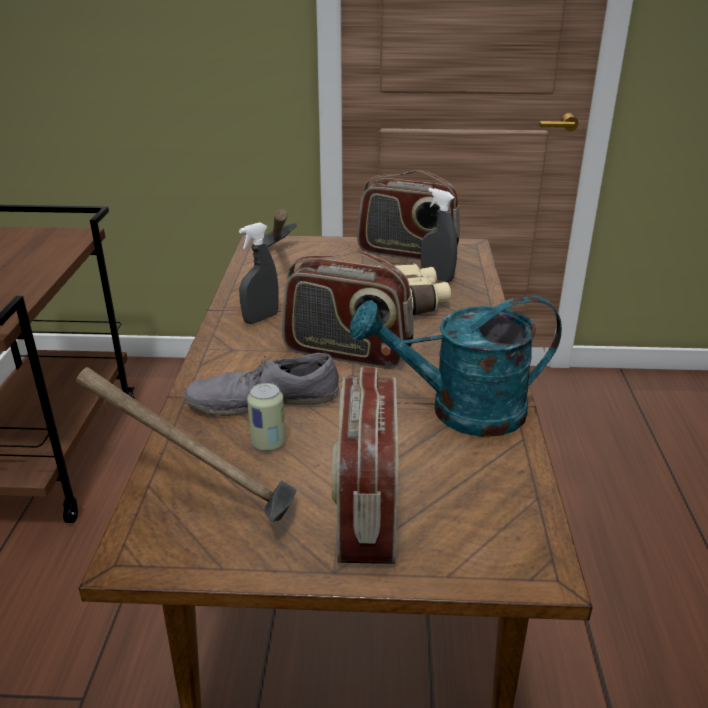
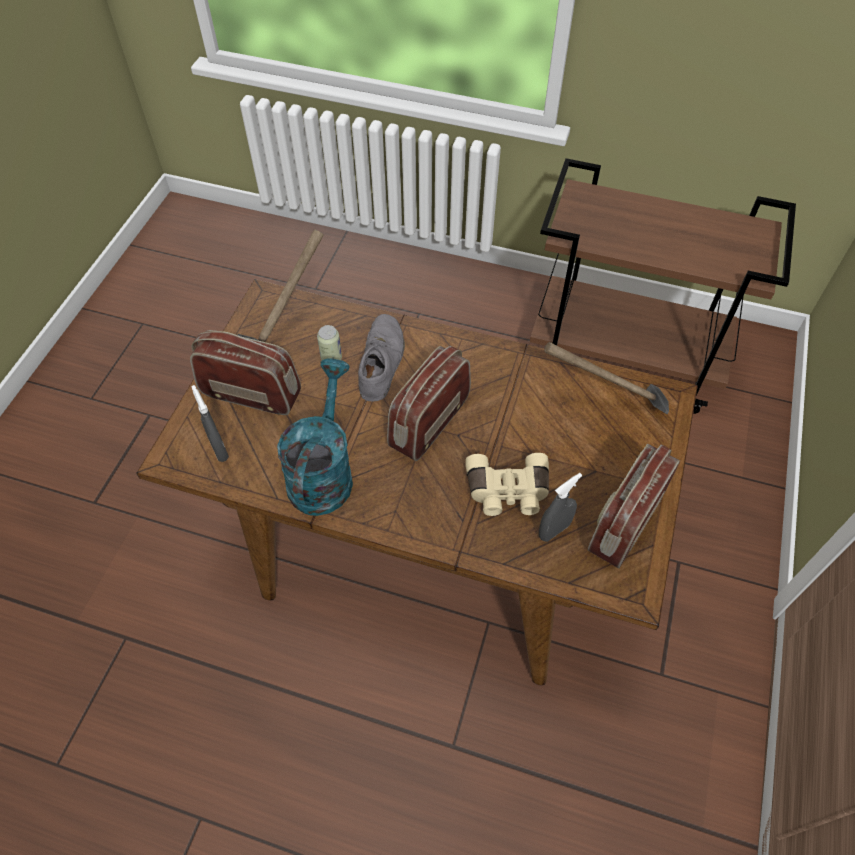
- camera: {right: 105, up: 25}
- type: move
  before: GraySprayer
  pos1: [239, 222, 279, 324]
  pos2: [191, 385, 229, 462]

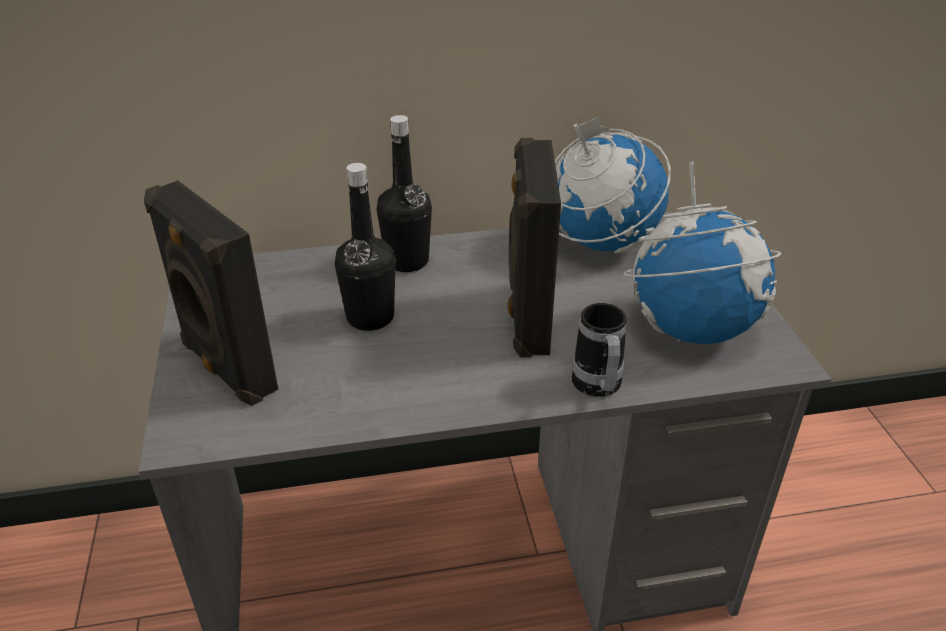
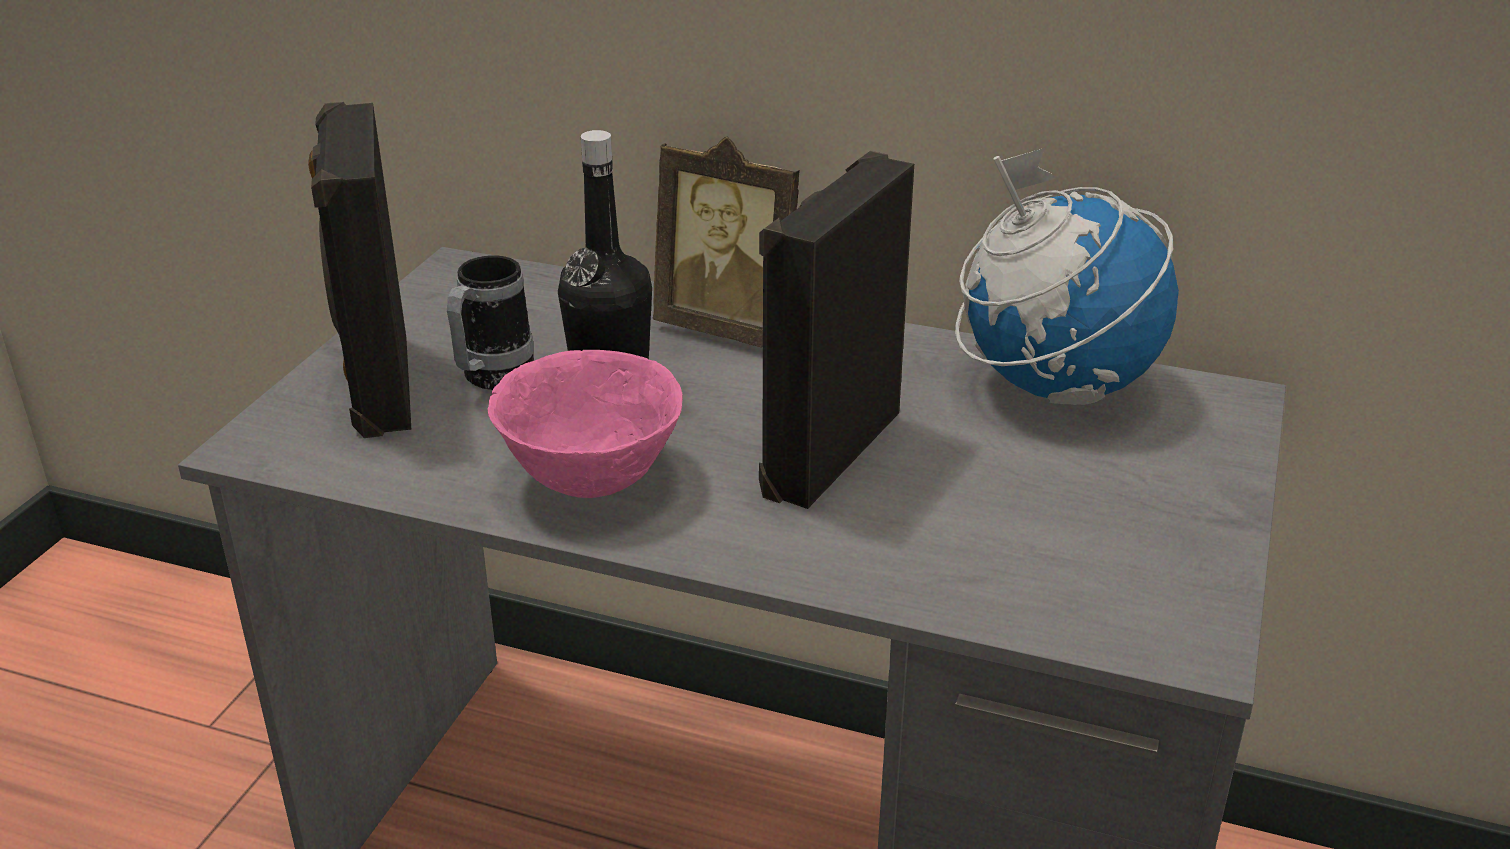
- camera: {right: 30, up: -5}
- type: move
  before: Mug
  pos1: [572, 303, 627, 397]
  pos2: [447, 255, 534, 390]
- type: insert
  after: PinkishBowl
  pos2: [488, 350, 683, 498]
- type: replace
  before: BlackColouredBottle
  after: StandingFrame
  pos1: [377, 115, 432, 272]
  pos2: [653, 136, 800, 348]
- type: delete
  before: Globe
  pos1: [623, 161, 781, 344]

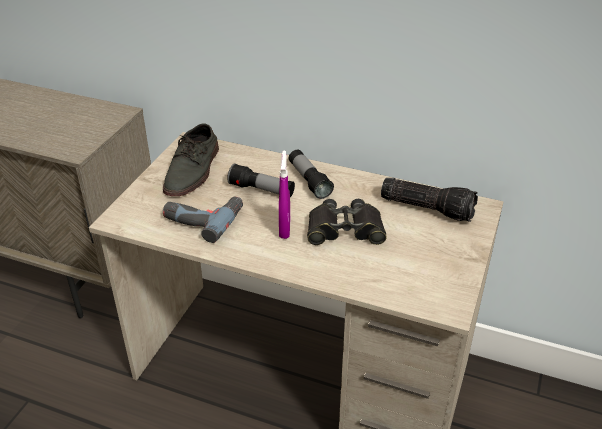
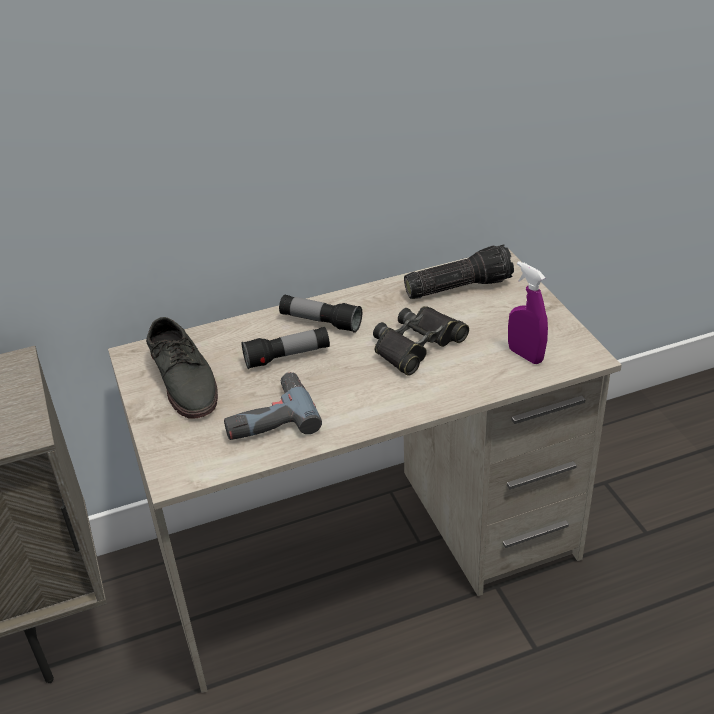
- camera: {right: -40, up: 0}
- type: move
  before: PurplishSprayer
  pos1: [279, 150, 290, 239]
  pos2: [508, 261, 548, 364]

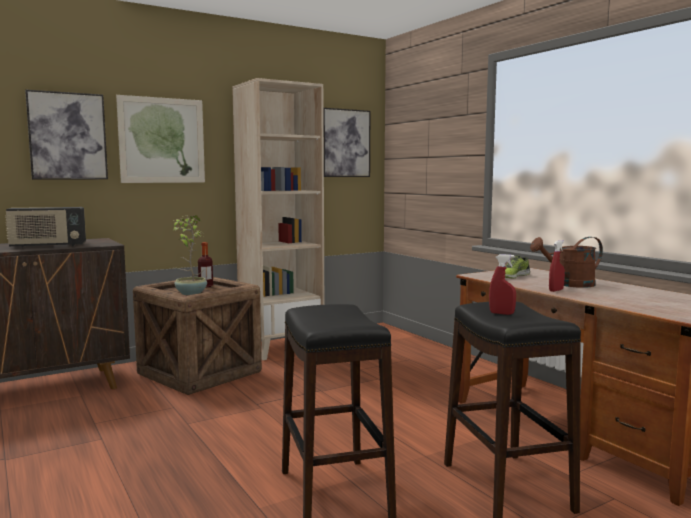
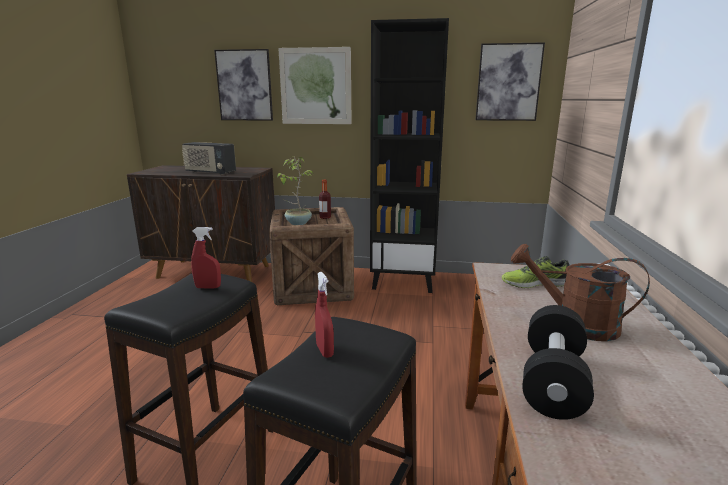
- camera: {right: 40, up: 10}
- type: move
  before: RedColouredSprayer
  pos1: [549, 240, 565, 292]
  pos2: [191, 227, 221, 288]
- type: recolor
  before: BeigeShelvingUnit
  after: BlackColouredShelvingUnit
  pos1: [232, 78, 324, 360]
  pos2: [370, 18, 449, 293]
- type: insert
  after: BlackColouredDumbbell
  pos2: [522, 305, 594, 420]

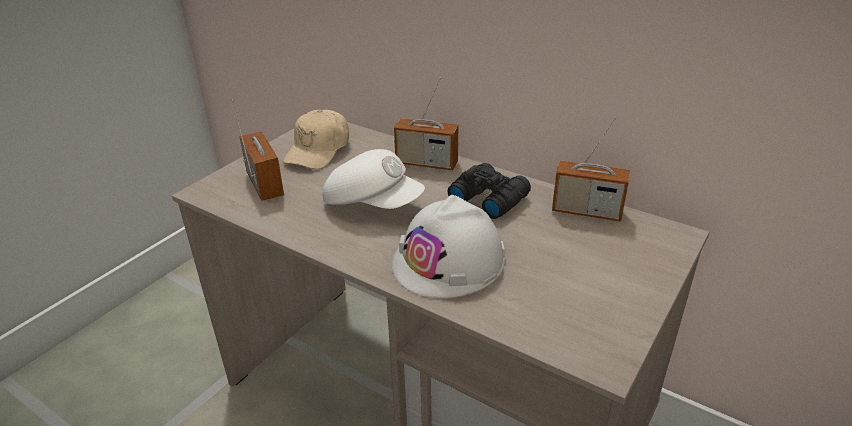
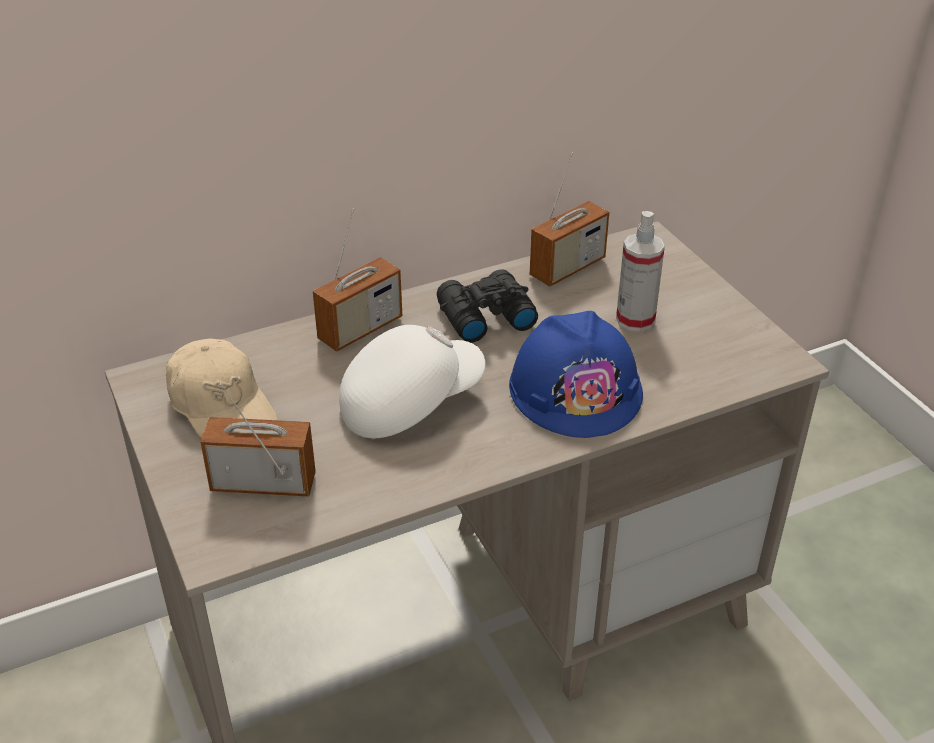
- camera: {right: -60, up: 5}
- type: recolor
  before: WhitishWorkHelmet
  after: BlueWorkHelmet
  pos1: [392, 195, 505, 298]
  pos2: [509, 311, 643, 438]
- type: insert
  after: Sprayer
  pos2: [616, 211, 665, 332]

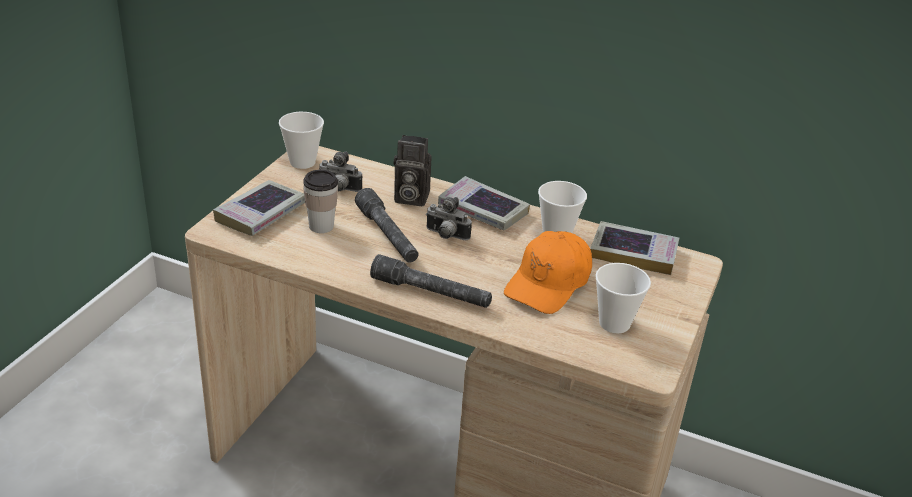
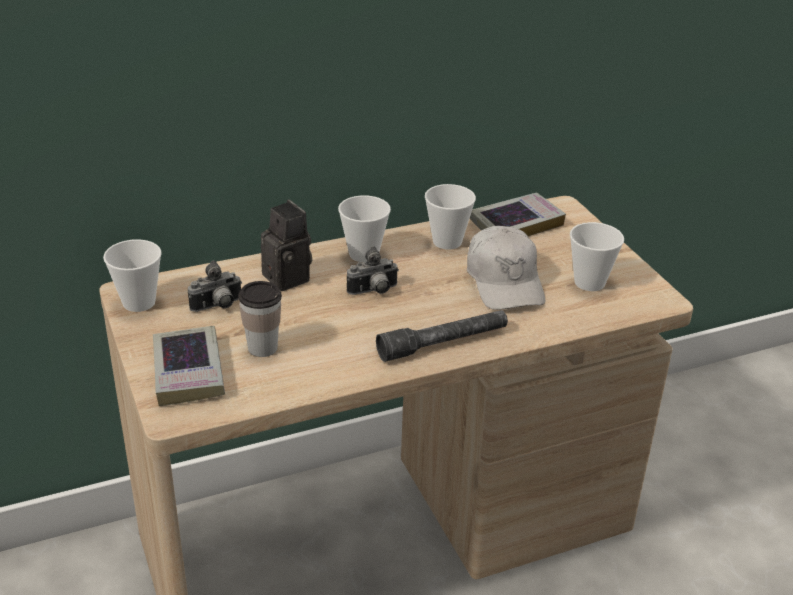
- camera: {right: -45, up: 0}
- type: rotate
  before: PhotoCamera
  pos1: [394, 135, 432, 207]
  pos2: [261, 199, 312, 291]
  turn: -90
- type: replace
  before: Book
  after: SmallCup
  pos1: [438, 176, 530, 231]
  pos2: [338, 195, 391, 262]
- type: recolor
  before: OrangePeakedCap
  after: WhitishPeakedCap
  pos1: [504, 231, 592, 314]
  pos2: [467, 226, 545, 310]
- type: delete
  before: GrayFlashlight
  pos1: [355, 188, 419, 263]

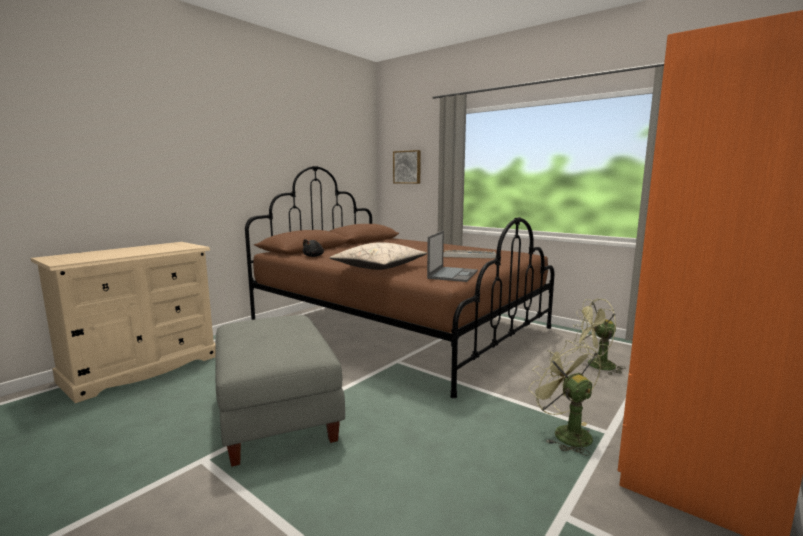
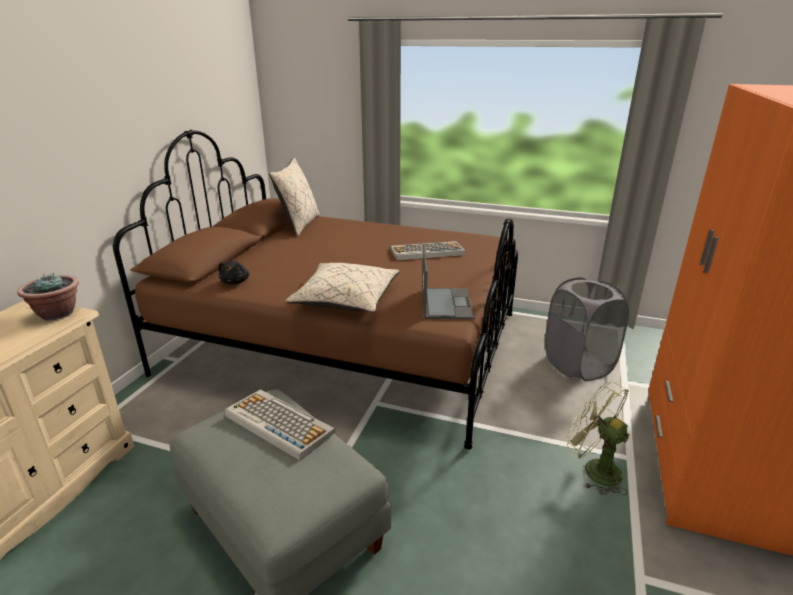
- camera: {right: -20, up: 15}
- type: insert
  after: PlantInAPot
  pos2: [17, 273, 79, 321]
- type: insert
  after: Keyboard
  pos2: [225, 389, 335, 461]
- type: insert
  after: BeigeThrowPillow
  pos2: [269, 157, 320, 236]
- type: replace
  before: GreenColouredElectricFan
  after: GrayHamper
  pos1: [573, 299, 626, 375]
  pos2: [545, 277, 629, 381]
- type: delete
  before: Picture
  pos1: [393, 150, 421, 184]

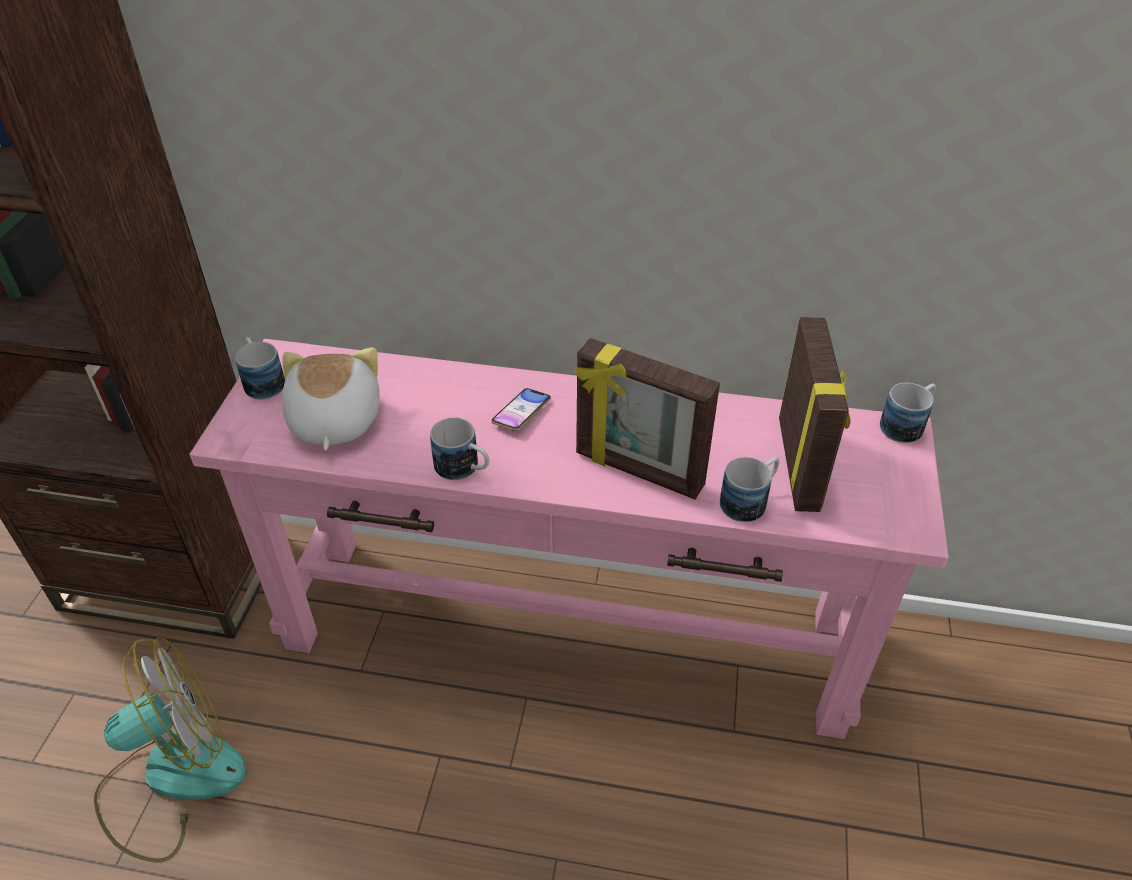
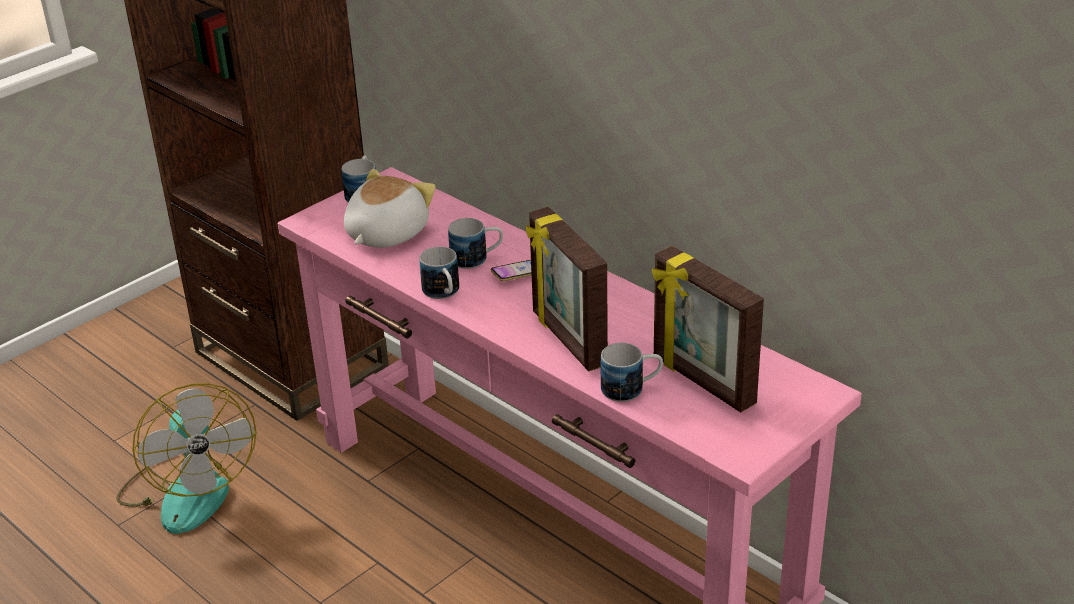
- camera: {right: 35, up: -10}
- type: rotate
  before: ElectricFan
  pos1: [94, 637, 247, 863]
  pos2: [116, 383, 256, 534]
  turn: 60
- type: move
  before: Mug
  pos1: [880, 383, 936, 443]
  pos2: [448, 218, 503, 269]
- type: rotate
  before: StandingFrame
  pos1: [779, 317, 851, 512]
  pos2: [652, 246, 764, 412]
  turn: 105

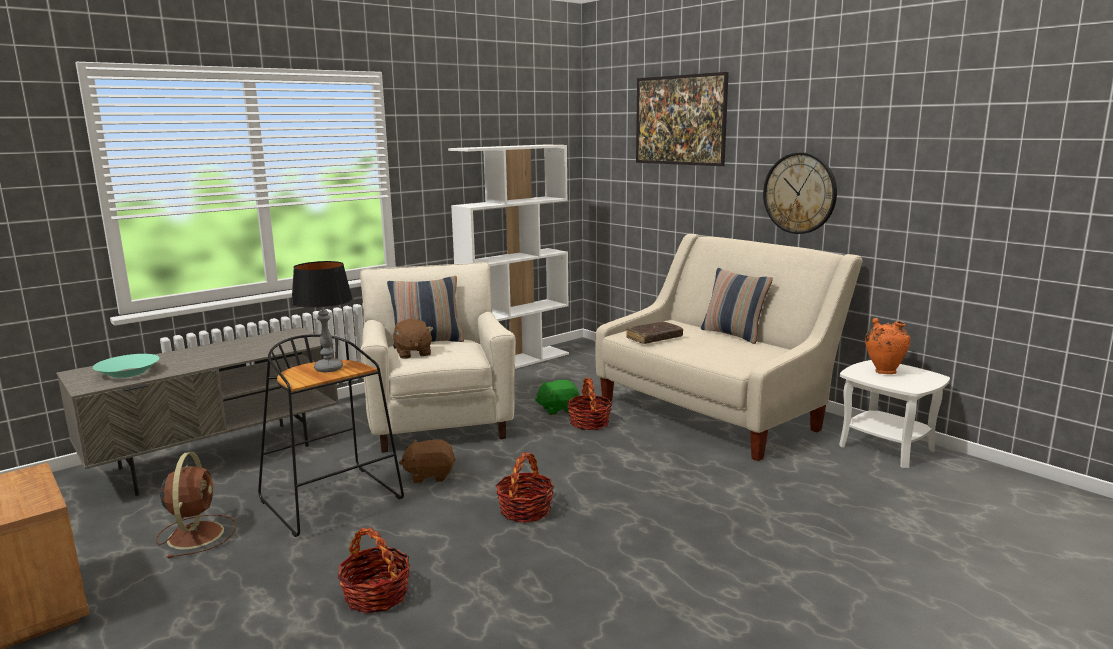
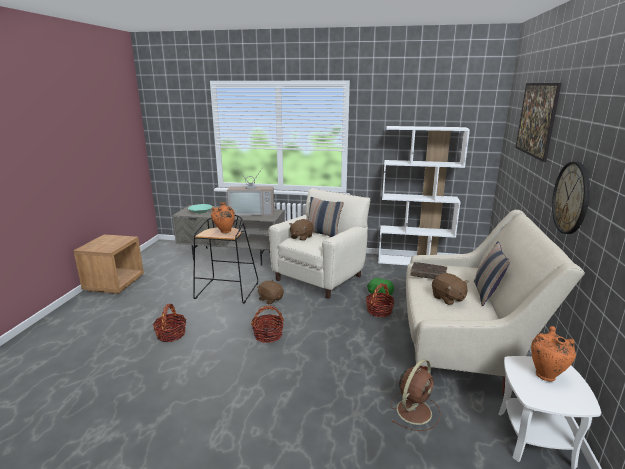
- camera: {right: 50, up: 5}
- type: replace
  before: TabletopLamp
  after: OrangeDecorativeVase
  pos1: [291, 261, 353, 372]
  pos2: [211, 202, 235, 233]
- type: insert
  after: Television
  pos2: [227, 166, 274, 216]
- type: move
  before: BrownColouredElectricFan
  pos1: [156, 452, 236, 558]
  pos2: [391, 359, 441, 431]
- type: insert
  after: BrownColouredCuddlyToy
  pos2: [432, 273, 469, 305]

